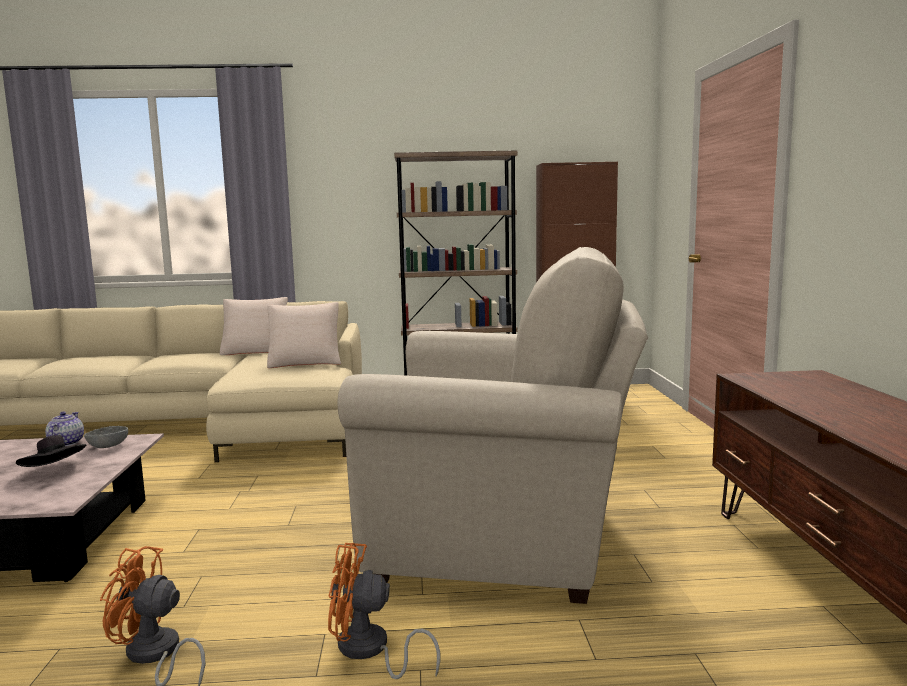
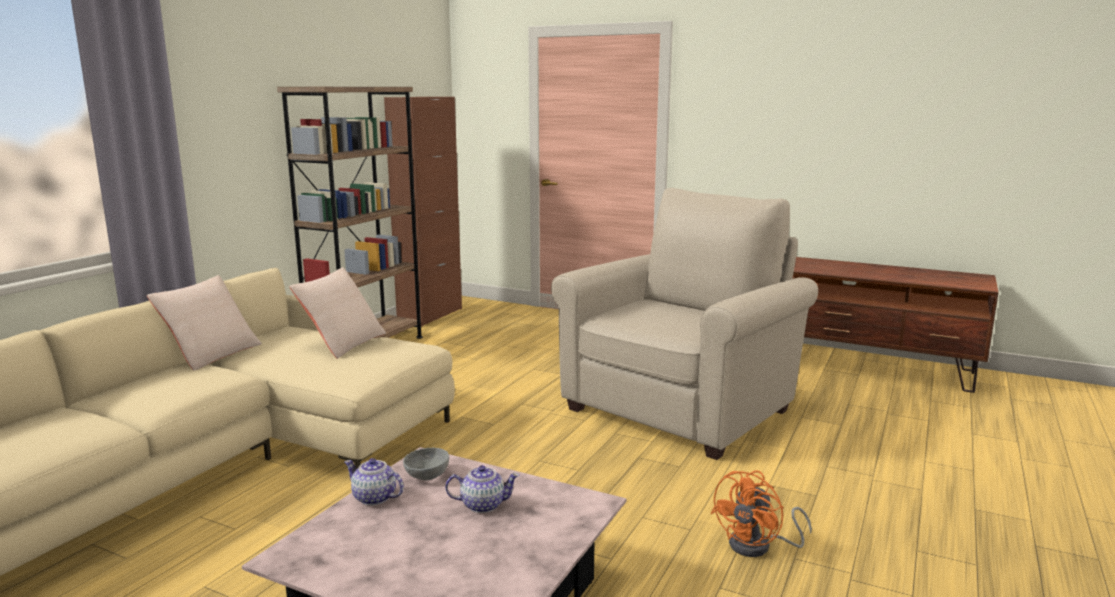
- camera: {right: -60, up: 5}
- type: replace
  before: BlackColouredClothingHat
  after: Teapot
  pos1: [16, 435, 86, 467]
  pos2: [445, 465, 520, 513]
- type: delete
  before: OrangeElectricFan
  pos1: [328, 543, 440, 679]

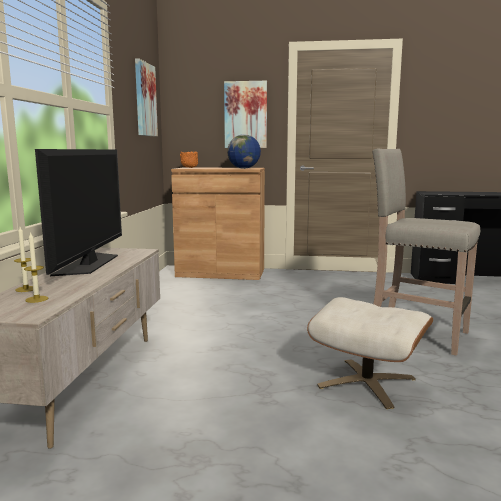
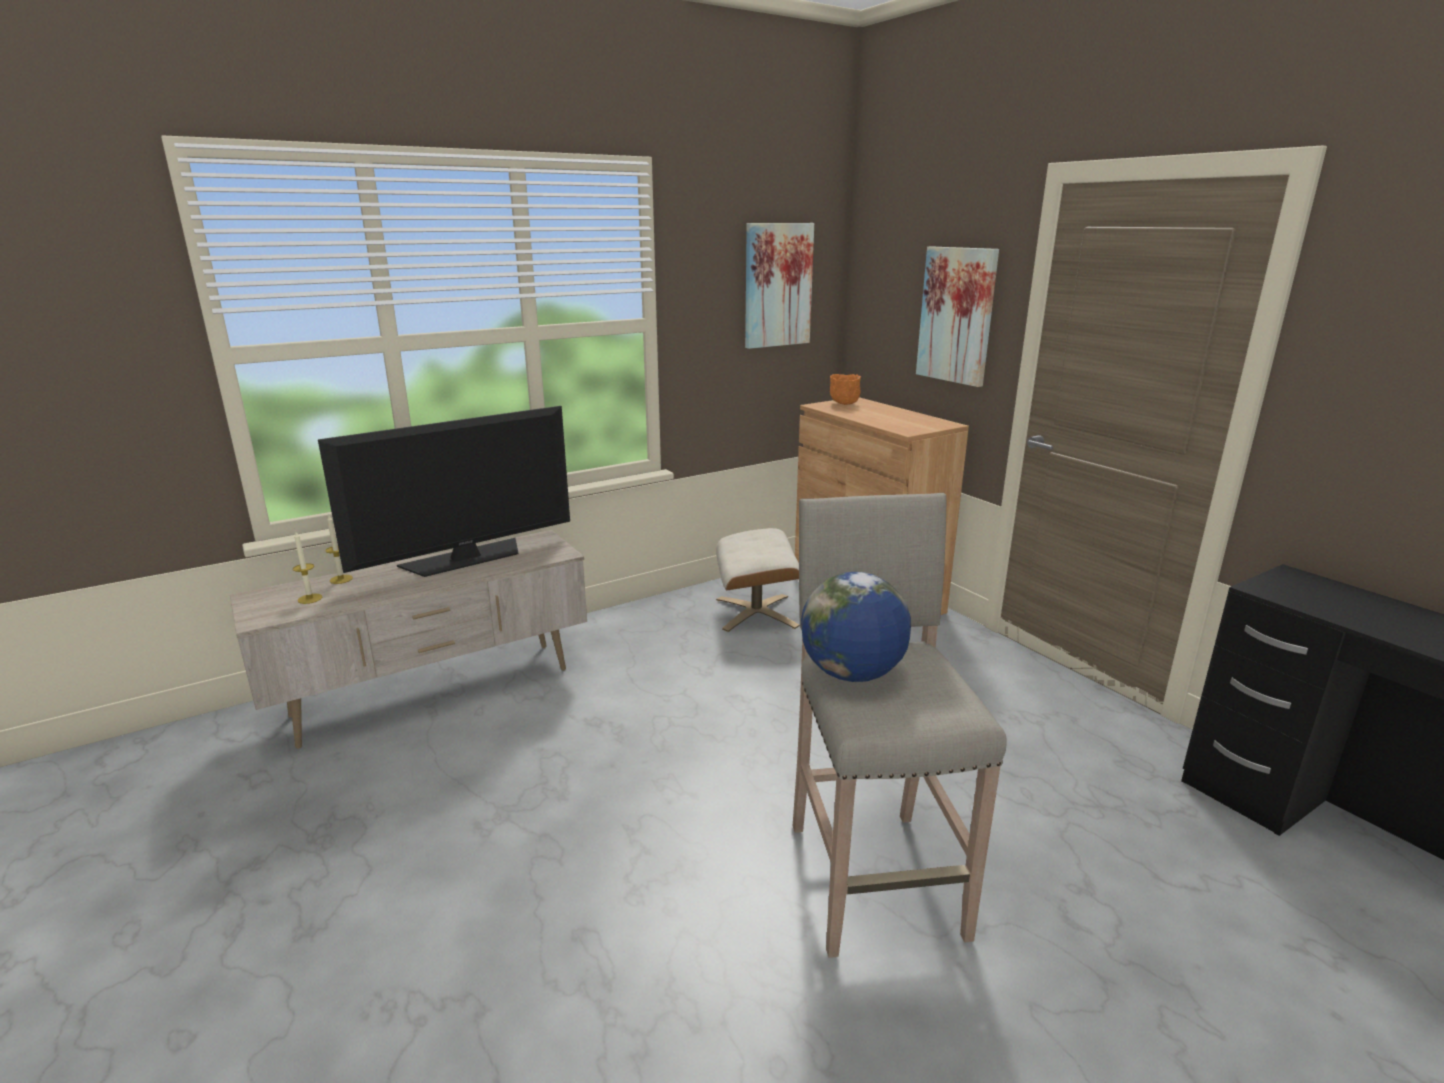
- camera: {right: 50, up: 10}
- type: move
  before: BeigeFootrest
  pos1: [307, 297, 433, 409]
  pos2: [716, 528, 800, 632]
- type: move
  before: Globe
  pos1: [227, 134, 261, 169]
  pos2: [801, 572, 911, 682]

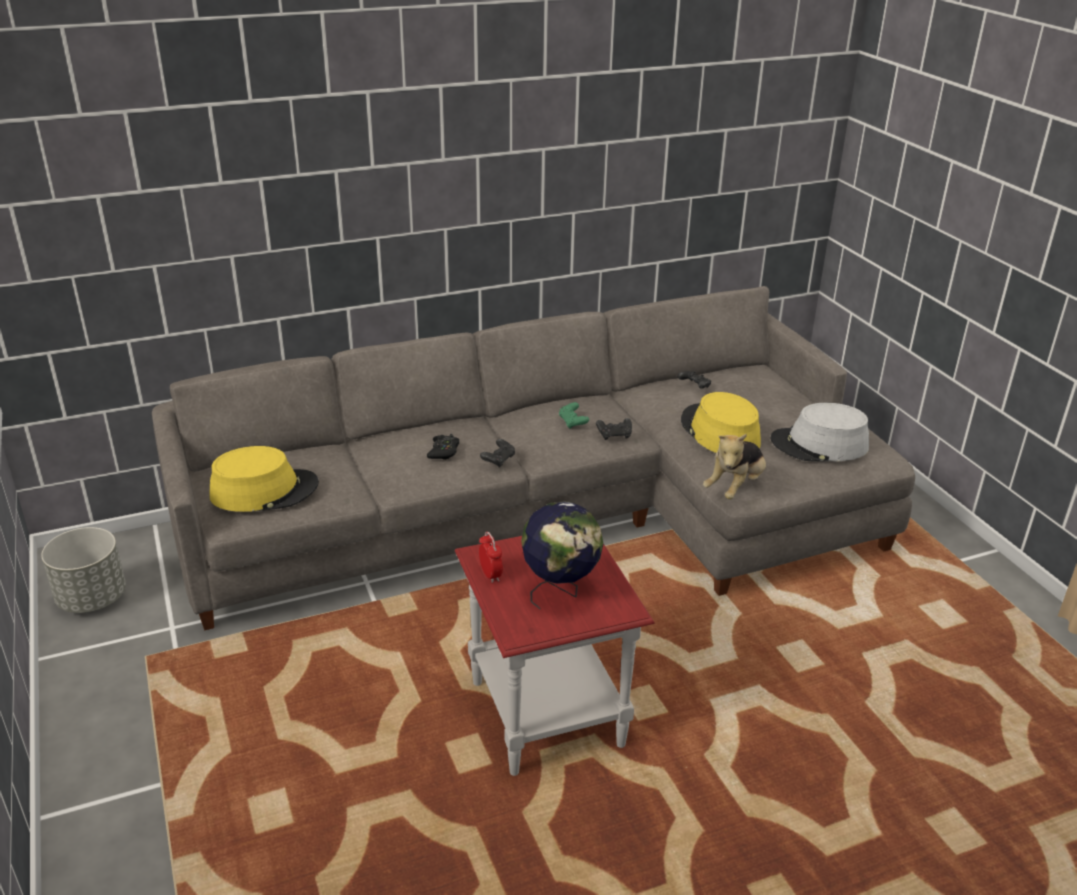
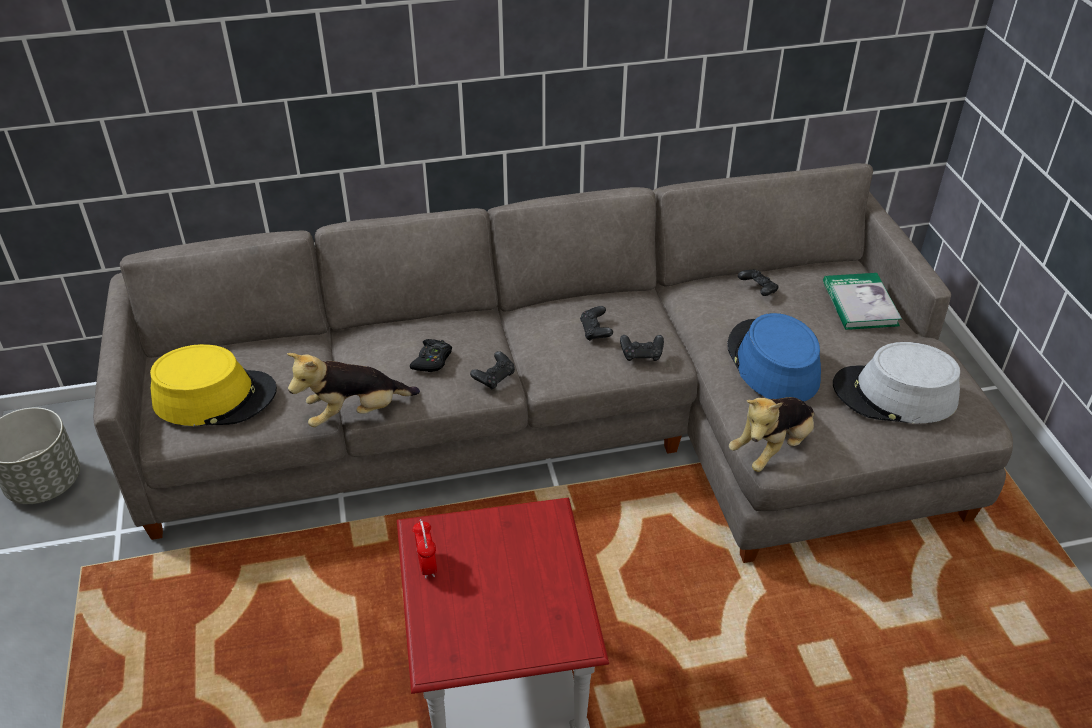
- camera: {right: 10, up: 10}
- type: insert
  after: CuddlyToy
  pos2: [287, 353, 420, 427]
- type: recolor
  before: GreenColouredJoypad
  after: BlackColouredJoypad
  pos1: [559, 402, 589, 429]
  pos2: [580, 306, 613, 341]
- type: recolor
  before: YellowColouredClothingHat
  after: BlueClothingHat
  pos1: [681, 392, 761, 453]
  pos2: [727, 313, 821, 402]
- type: insert
  after: Book
  pos2: [823, 273, 902, 330]
- type: delete
  before: Globe
  pos1: [521, 501, 603, 609]

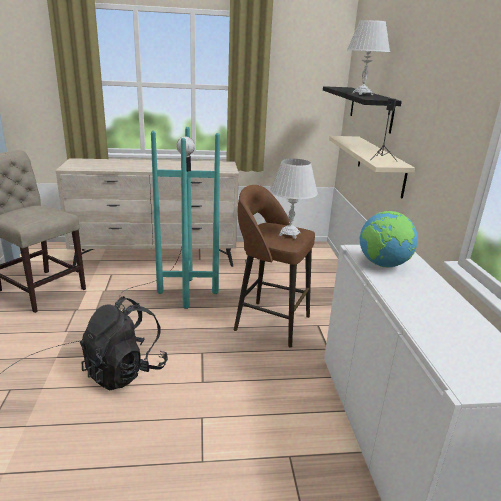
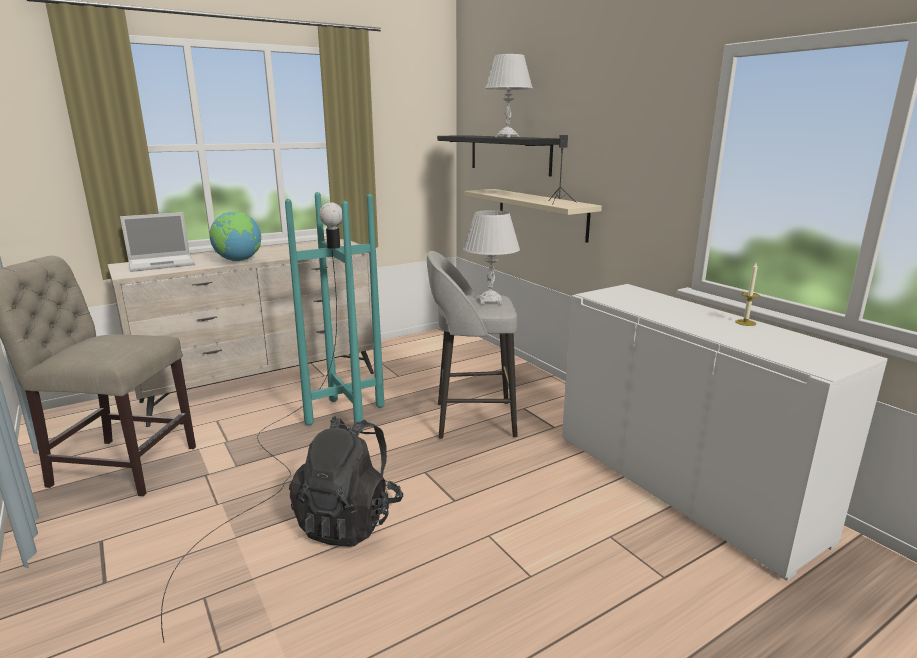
- camera: {right: -25, up: -5}
- type: insert
  after: PortableComputer
  pos2: [120, 212, 195, 272]
- type: move
  before: Globe
  pos1: [359, 211, 418, 267]
  pos2: [209, 211, 261, 261]
- type: recolor
  before: BrownColouredStoolSeat
  after: GrayStoolSeat
  pos1: [234, 185, 315, 347]
  pos2: [427, 251, 518, 439]
- type: insert
  after: WaxLight
  pos2: [735, 263, 760, 326]

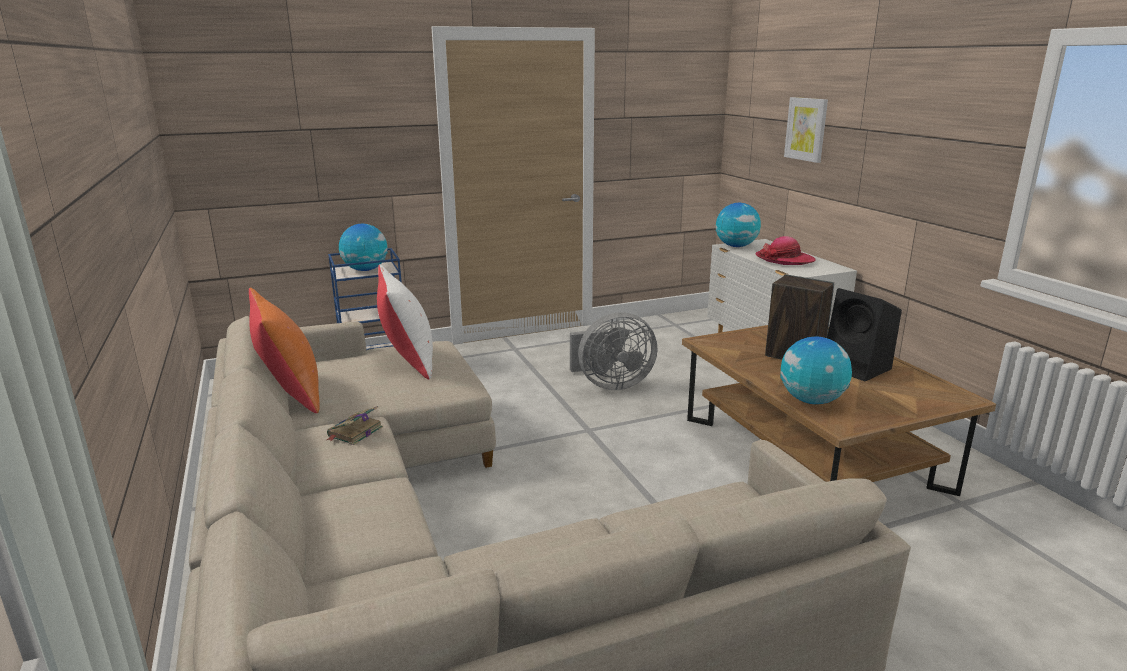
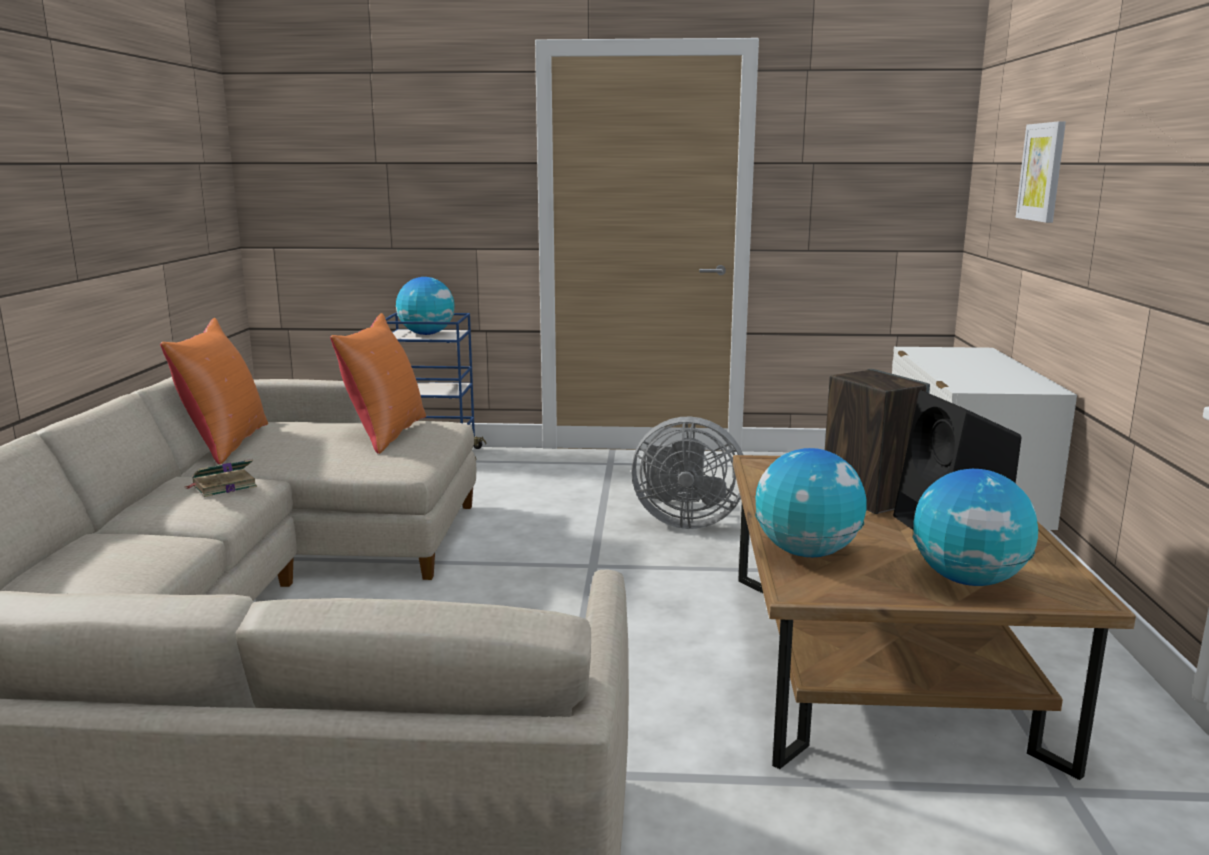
- camera: {right: 25, up: -5}
- type: recolor
  before: WhitishThrowPillow
  after: OrangeThrowPillow
  pos1: [377, 264, 433, 379]
  pos2: [330, 313, 426, 454]
- type: move
  before: Globe
  pos1: [716, 203, 761, 247]
  pos2: [913, 469, 1038, 586]
- type: delete
  before: ClothingHat
  pos1: [755, 236, 815, 265]

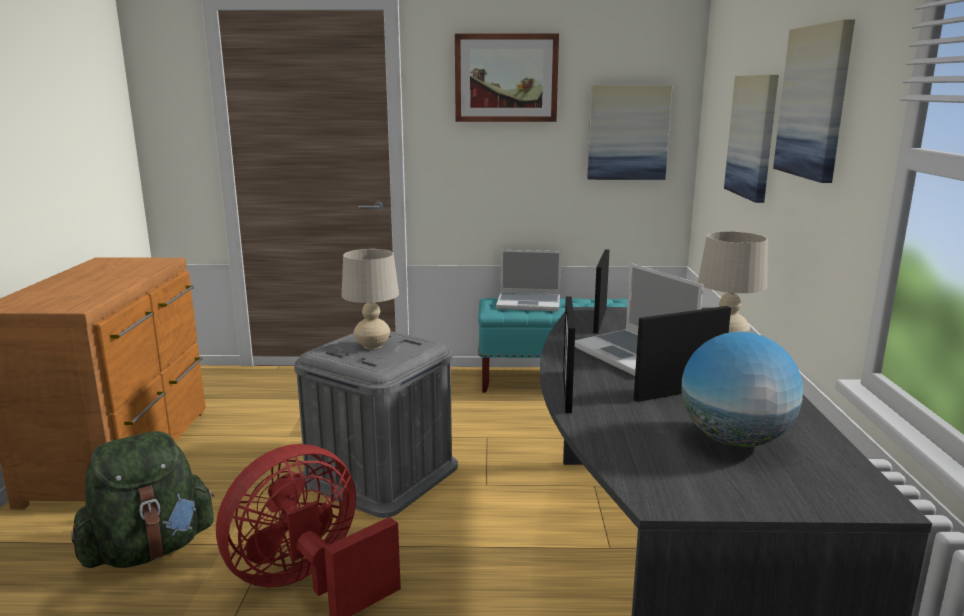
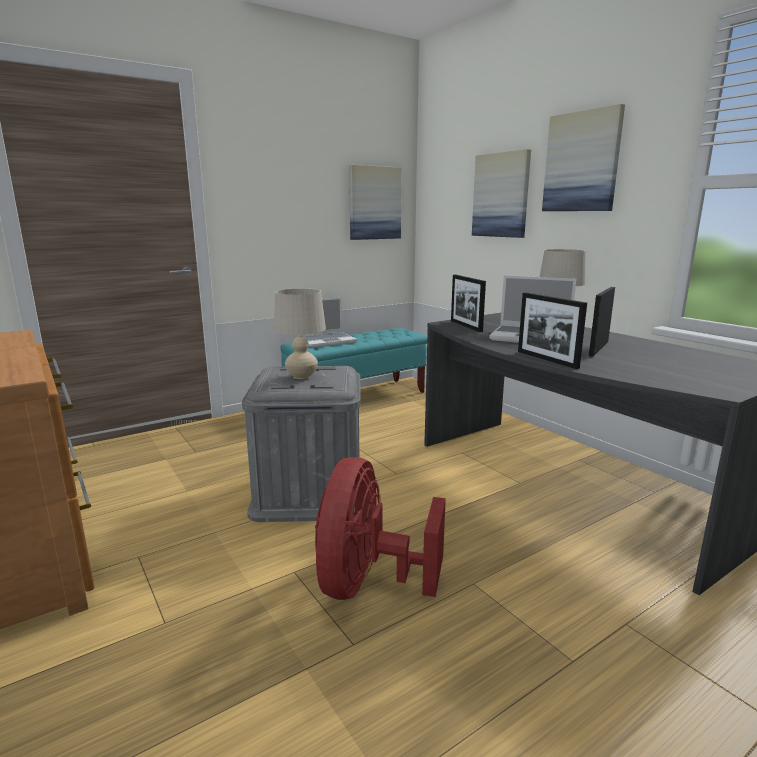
- camera: {right: -35, up: 0}
- type: delete
  before: GreenColouredRucksack
  pos1: [71, 431, 215, 568]
- type: delete
  before: Picture
  pos1: [455, 33, 559, 122]
- type: delete
  before: Globe
  pos1: [681, 332, 803, 447]

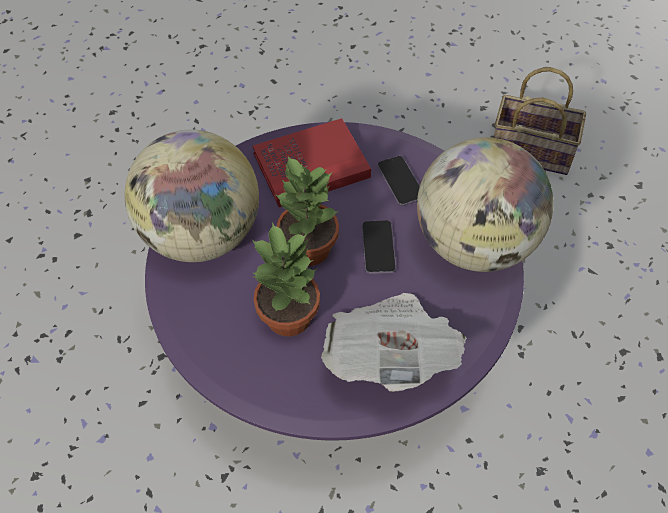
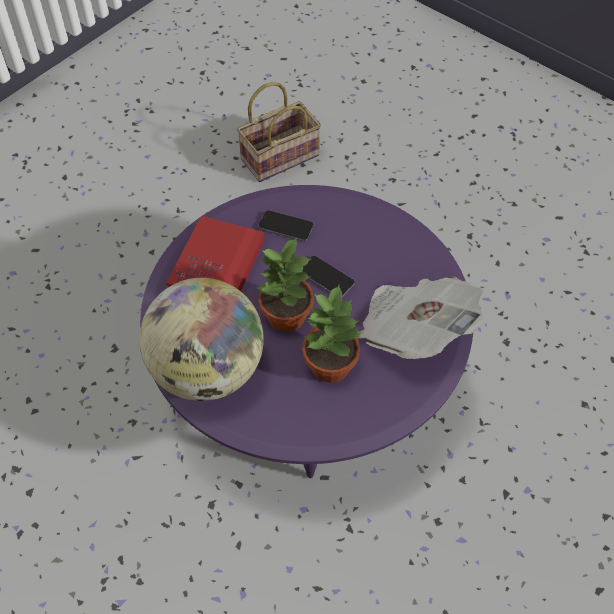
- camera: {right: -50, up: 0}
- type: delete
  before: Globe
  pos1: [417, 137, 553, 272]

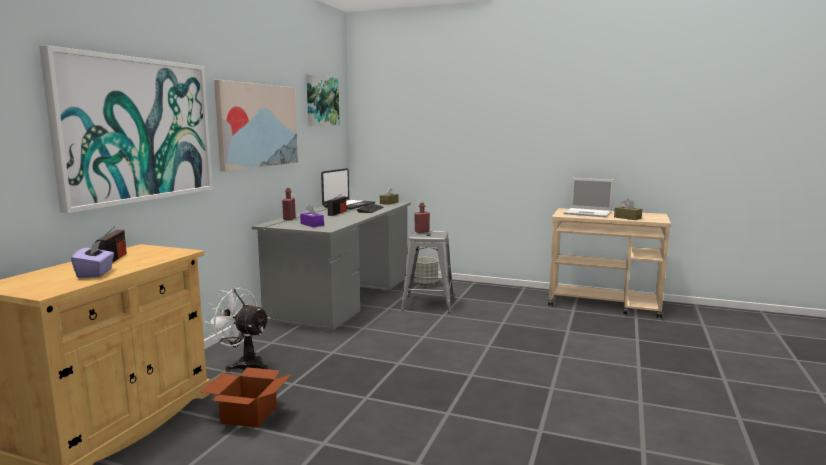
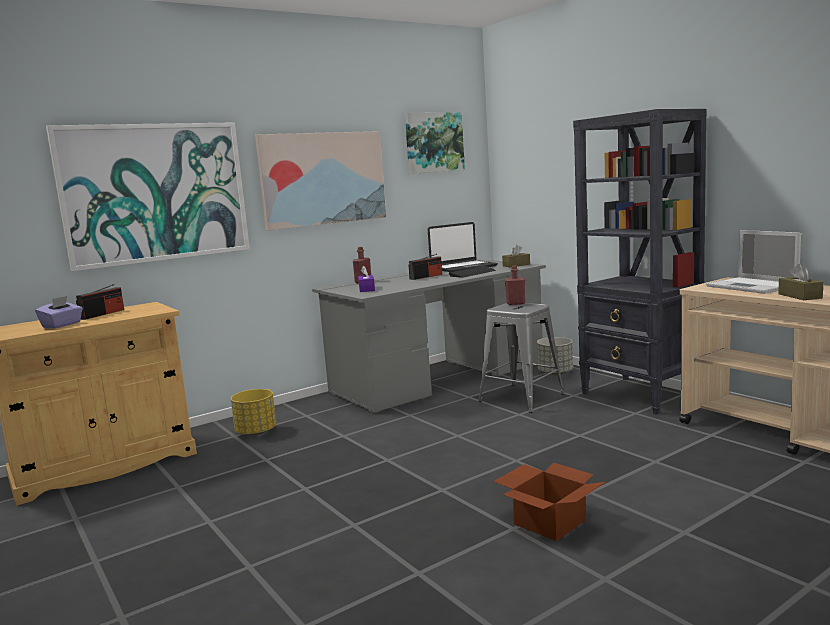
- camera: {right: 35, up: 0}
- type: replace
  before: WhitishElectricFan
  after: YellowColouredPlanter
  pos1: [205, 287, 270, 372]
  pos2: [231, 389, 276, 436]
- type: move
  before: CardboardBox
  pos1: [200, 367, 292, 428]
  pos2: [493, 462, 605, 541]
- type: insert
  after: BlackColouredShelvingUnit
  pos2: [573, 109, 707, 415]

